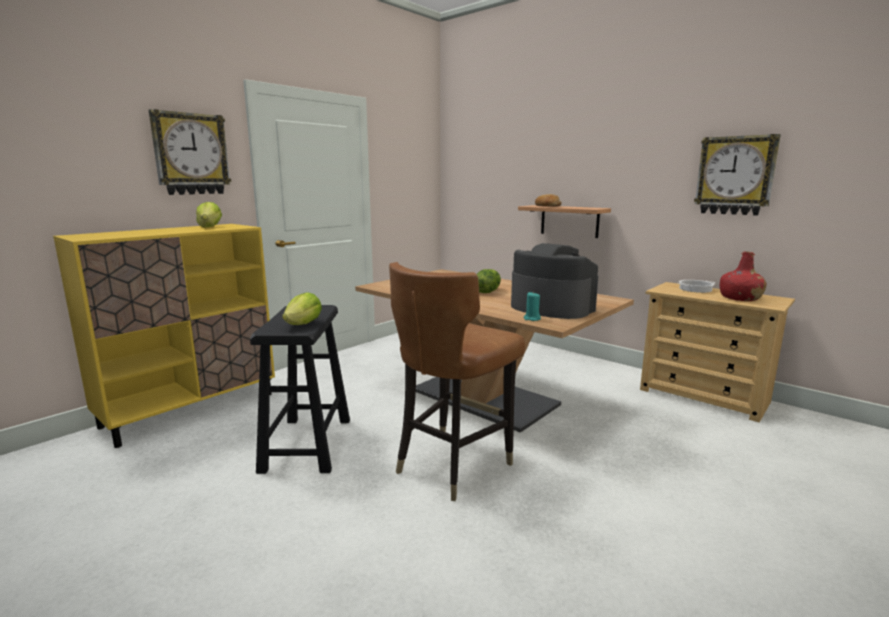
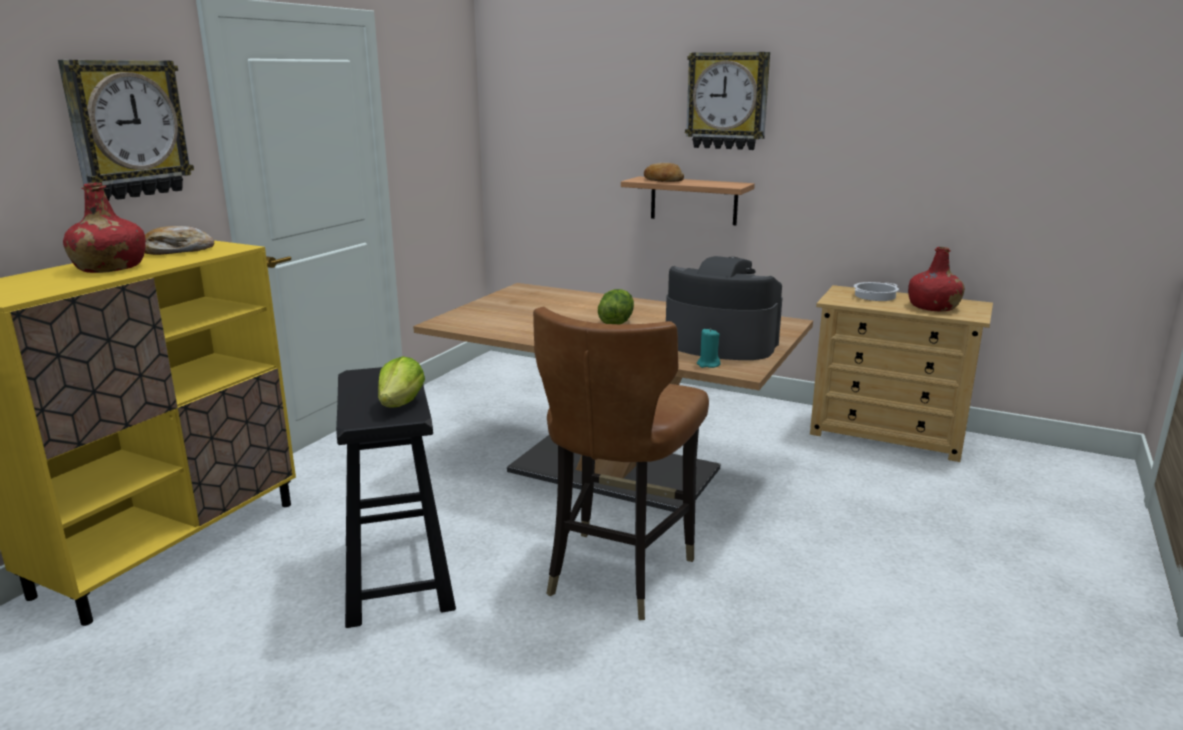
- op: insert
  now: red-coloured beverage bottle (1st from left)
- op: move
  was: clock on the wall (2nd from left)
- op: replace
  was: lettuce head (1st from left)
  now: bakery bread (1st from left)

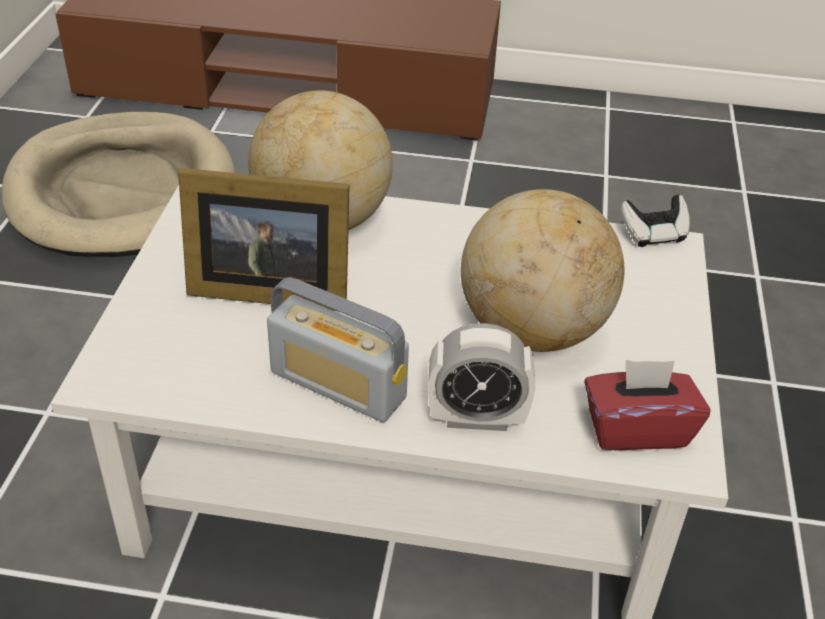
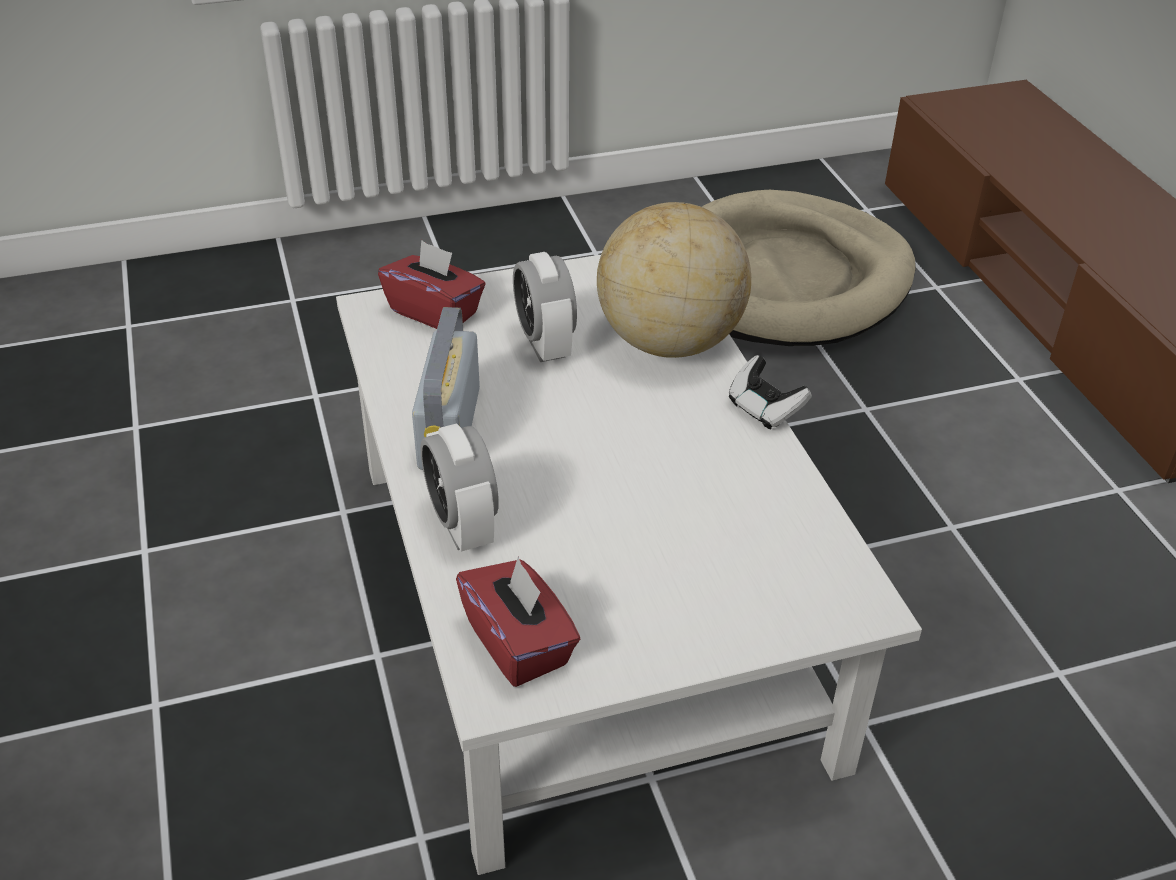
- op: delete
  was: world globe (2nd from left)
- op: insert
  now: red-coloured tissue holder (1st from left)
- op: move
  was: gamepad
- op: replace
  was: picture frame
  now: bedside clock (2nd from left)

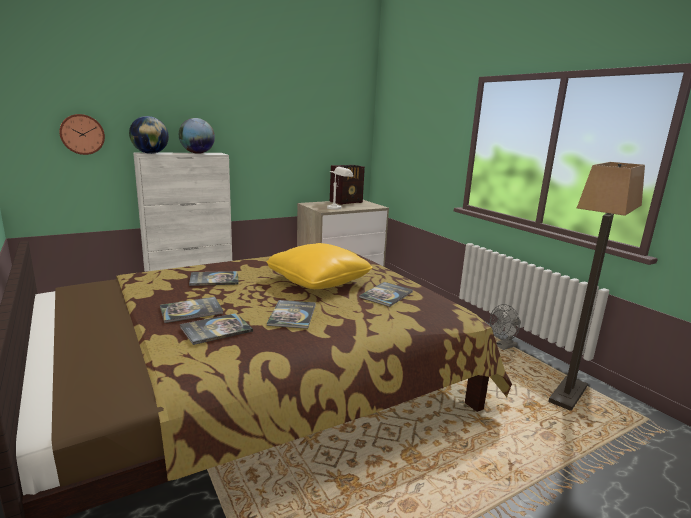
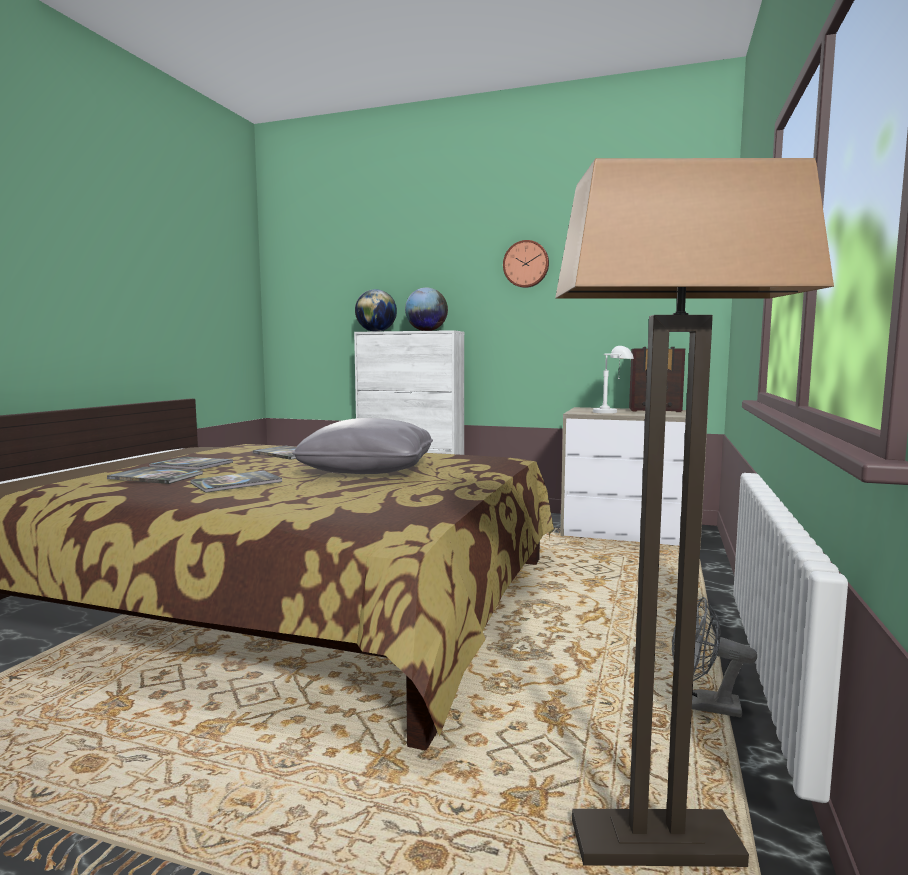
- op: delete
  was: bound book (5th from left)
- op: move
  was: clock on the wall
- op: recolor
  was: yellow-coloured pillow
  now: gray pillow

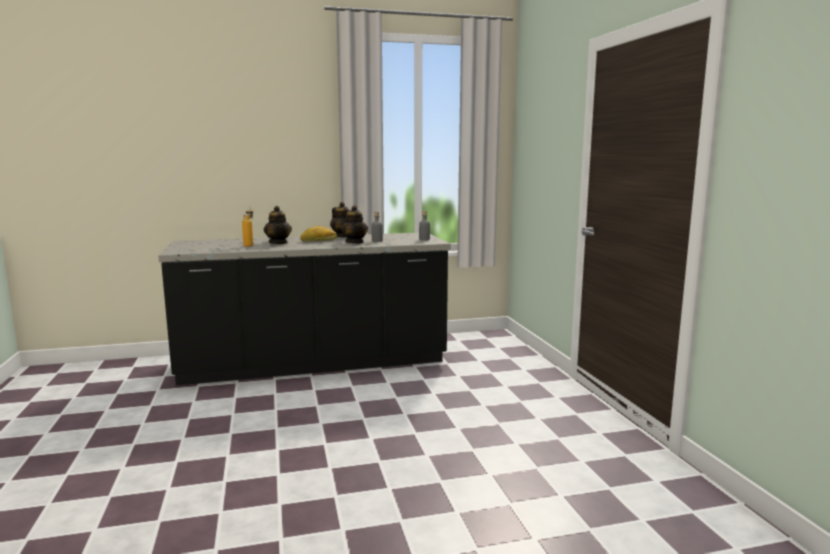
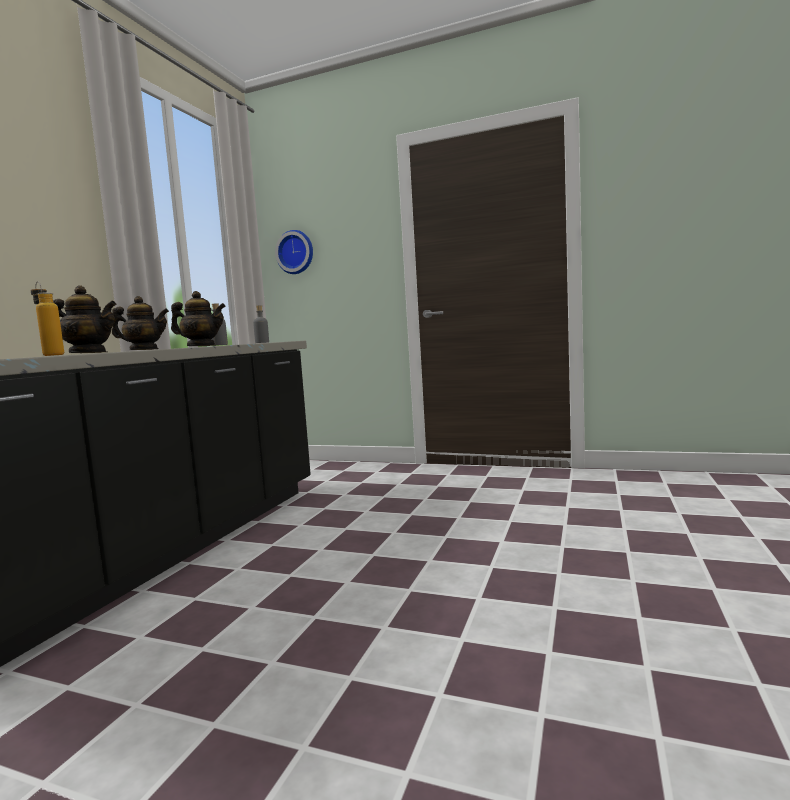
- op: delete
  was: bakery bread
- op: insert
  now: clock on the wall

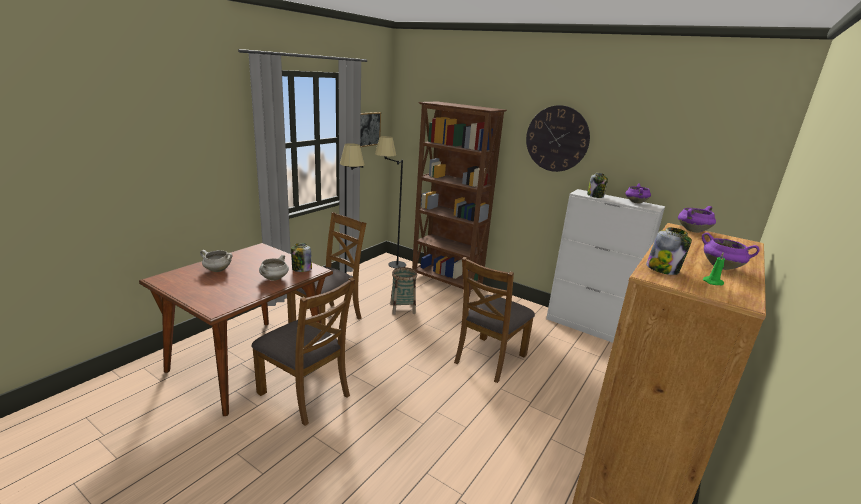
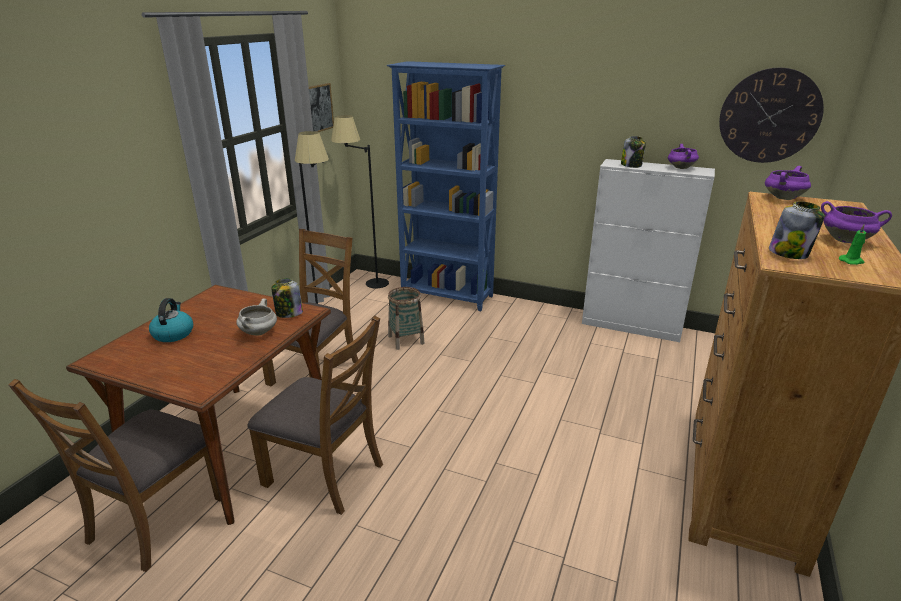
- op: move
  was: brown upright chair (3rd from left in the first image)
  now: brown upright chair (1st from left)
- op: move
  was: clock on the wall
- op: replace
  was: white cooking pot (1st from left)
  now: tea kettle
- op: recolor
  was: brown bookshelf
  now: blue bookshelf

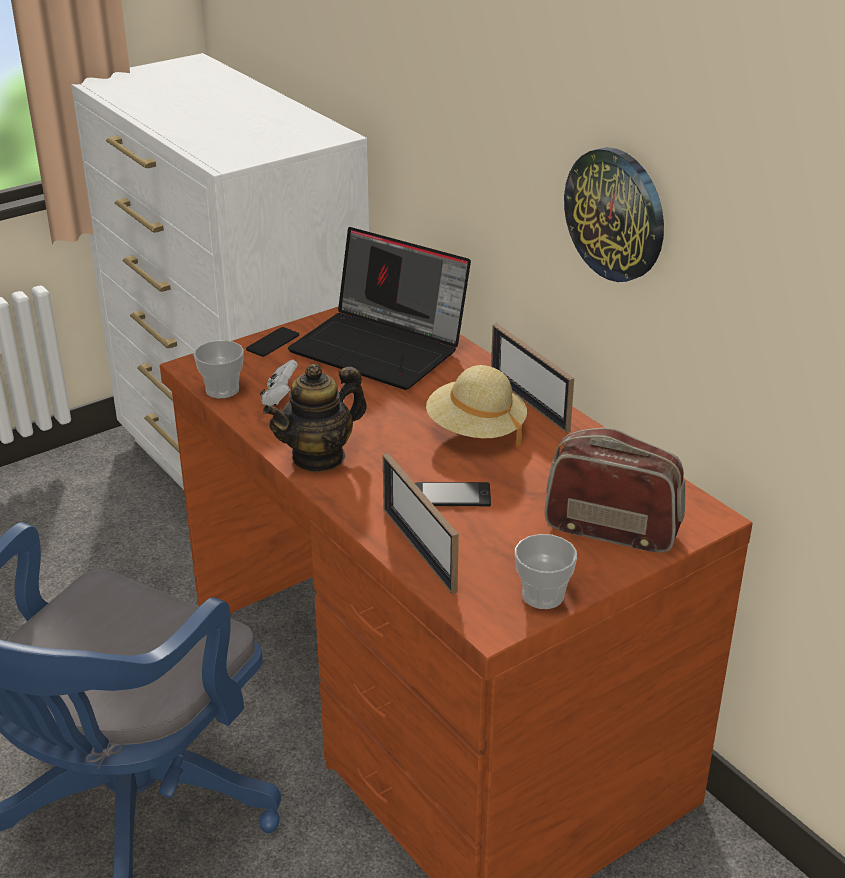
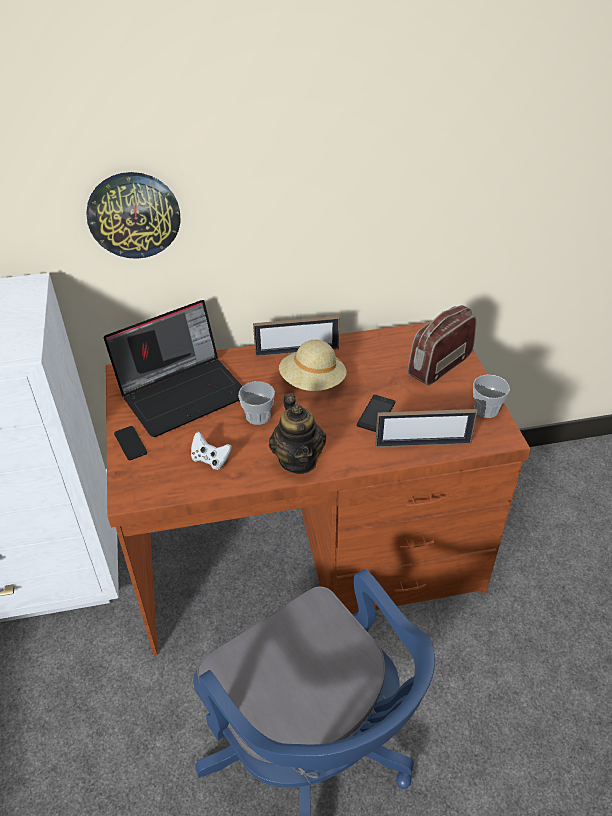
- op: move
  was: drinking cup (1st from left)
- op: move
  was: clock on the wall

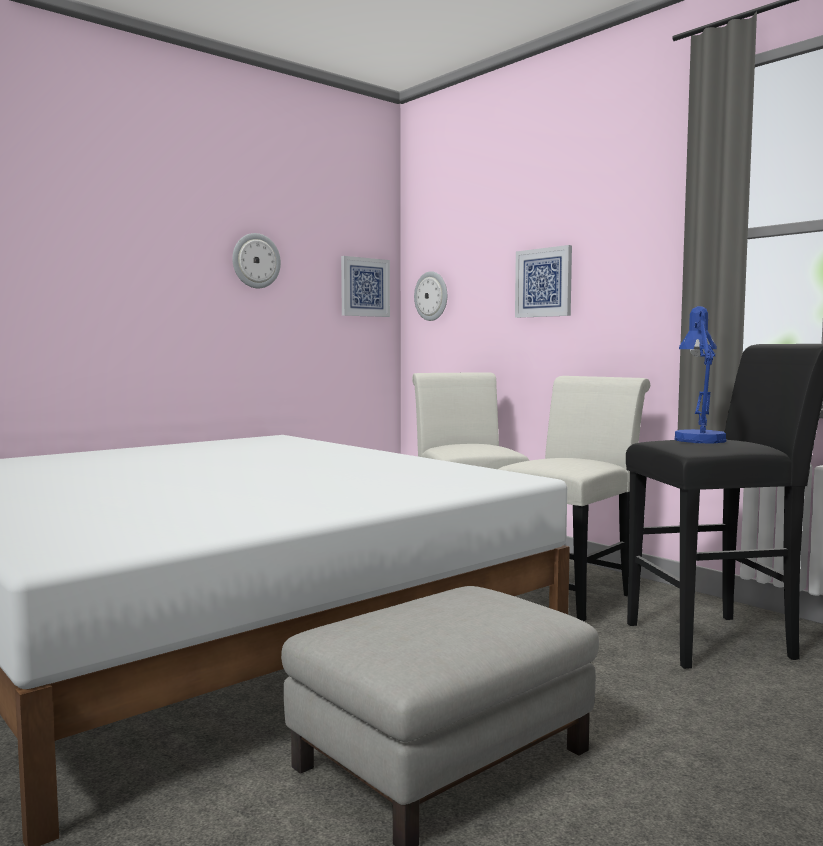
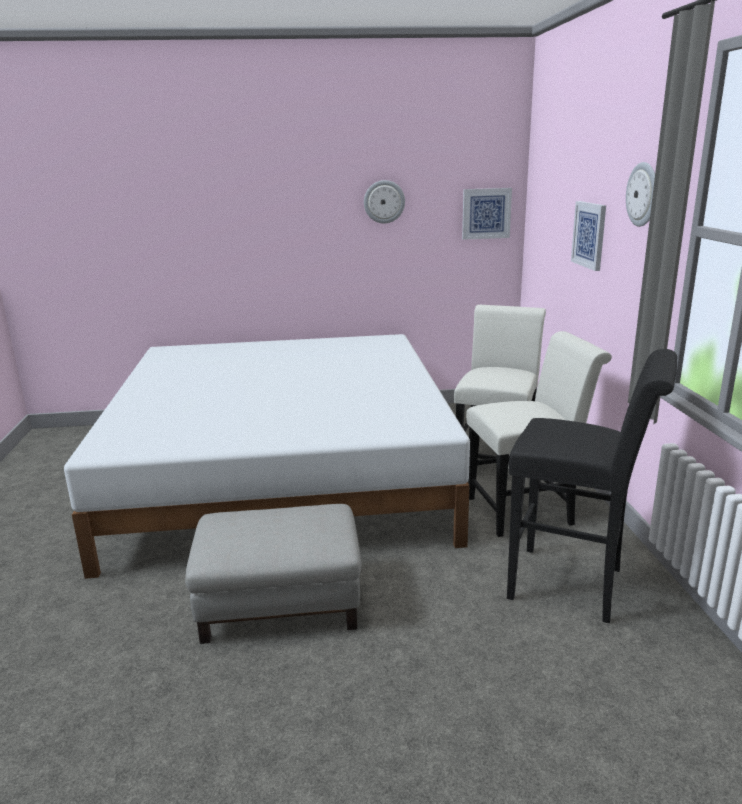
- op: delete
  was: blue tabletop lamp
- op: move
  was: clock on the wall (2nd from left)

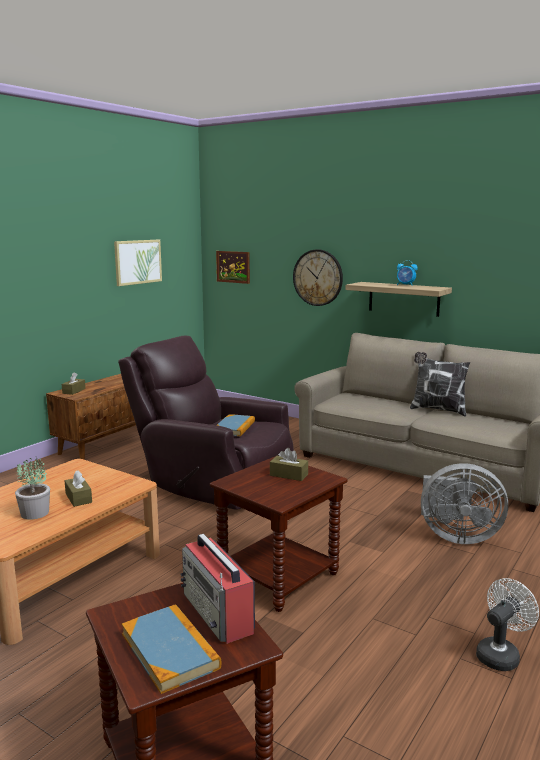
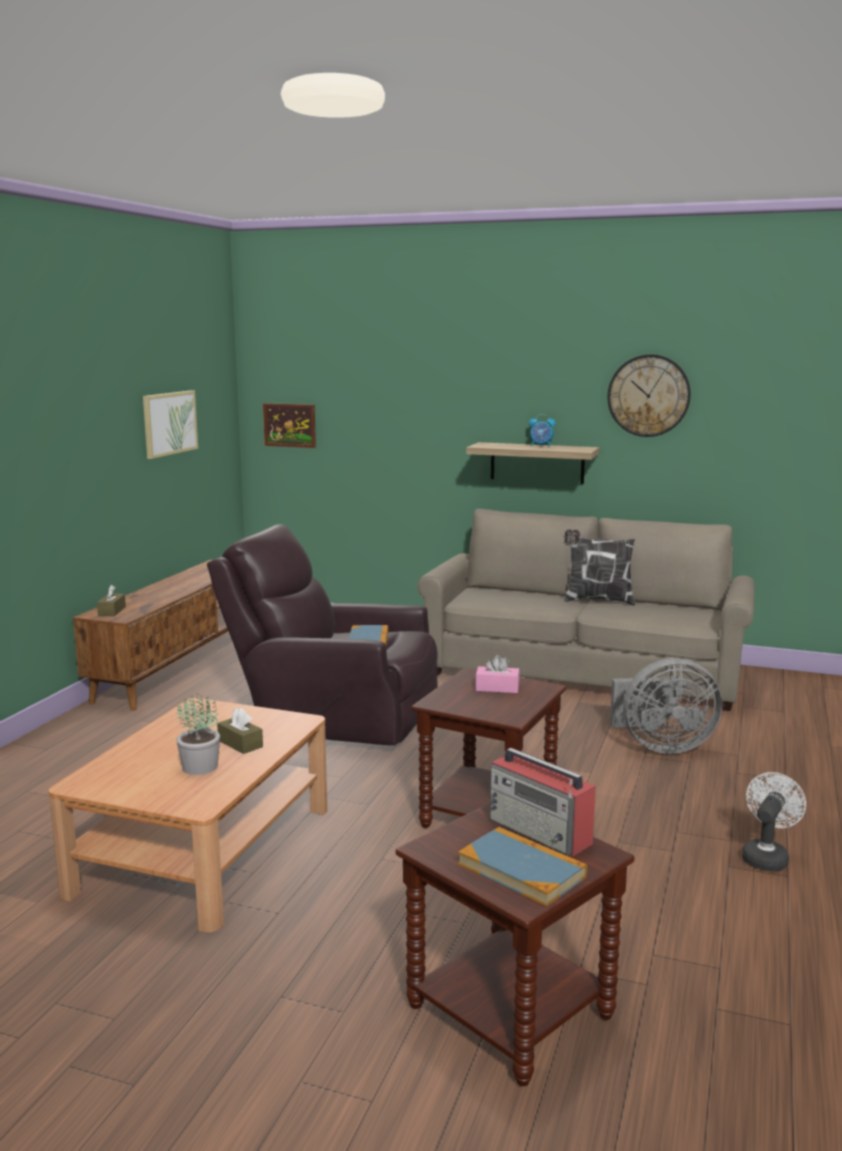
- op: move
  was: clock on the wall
- op: recolor
  was: brown tissue holder (3rd from left)
  now: pink-coloured tissue holder

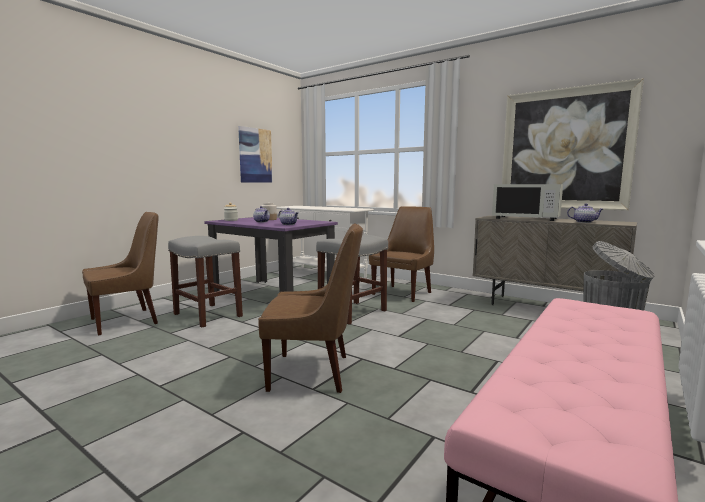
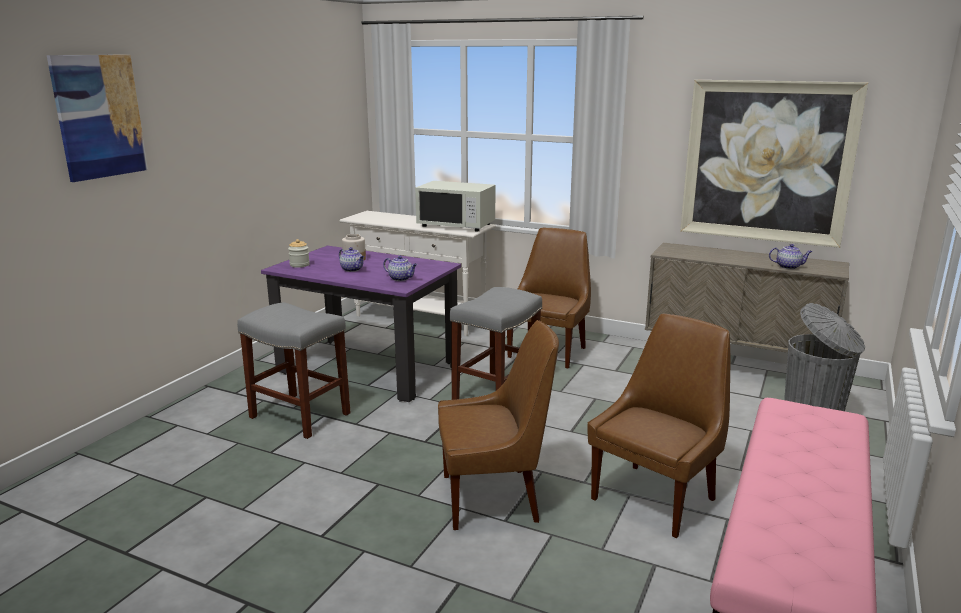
- op: move
  was: brown upright chair (1st from left in the first image)
  now: brown upright chair (3rd from left)
- op: move
  was: wall picture (1st from left)
- op: move
  was: white microwave oven

